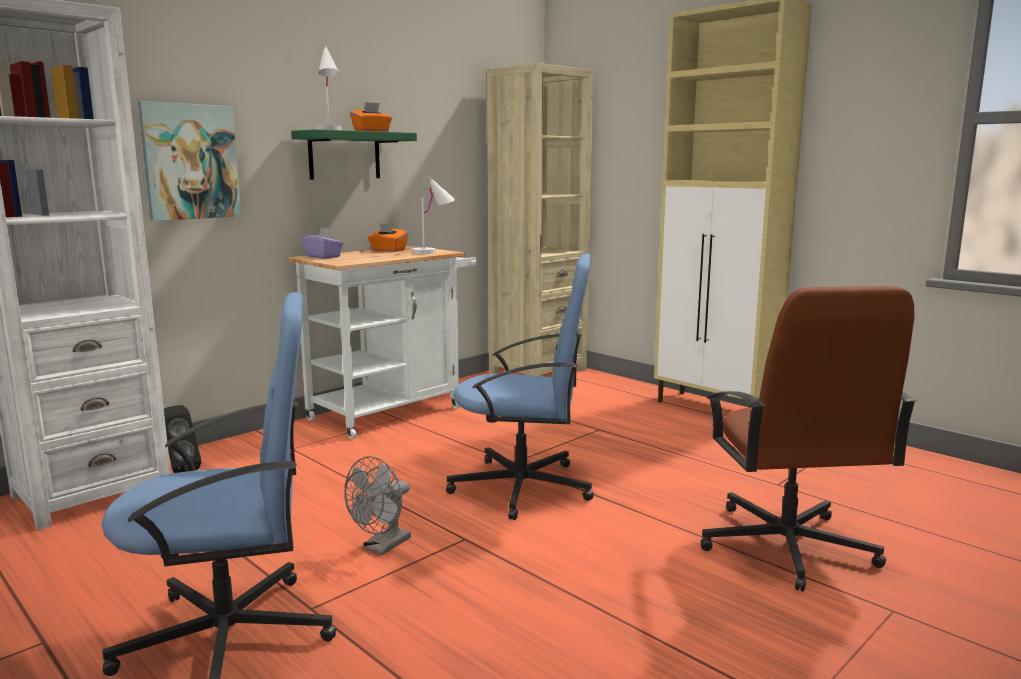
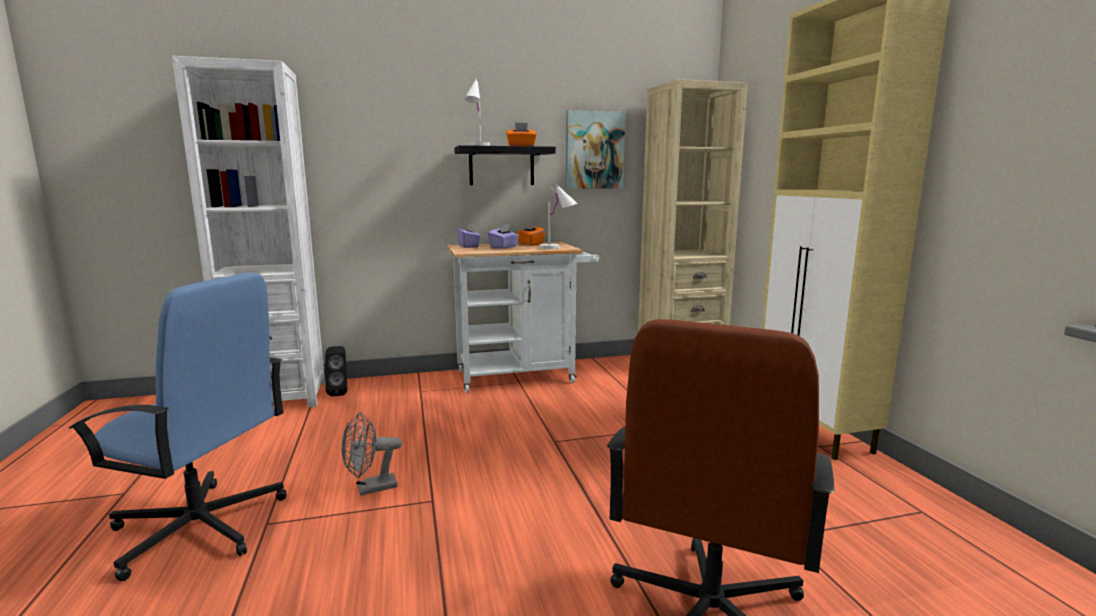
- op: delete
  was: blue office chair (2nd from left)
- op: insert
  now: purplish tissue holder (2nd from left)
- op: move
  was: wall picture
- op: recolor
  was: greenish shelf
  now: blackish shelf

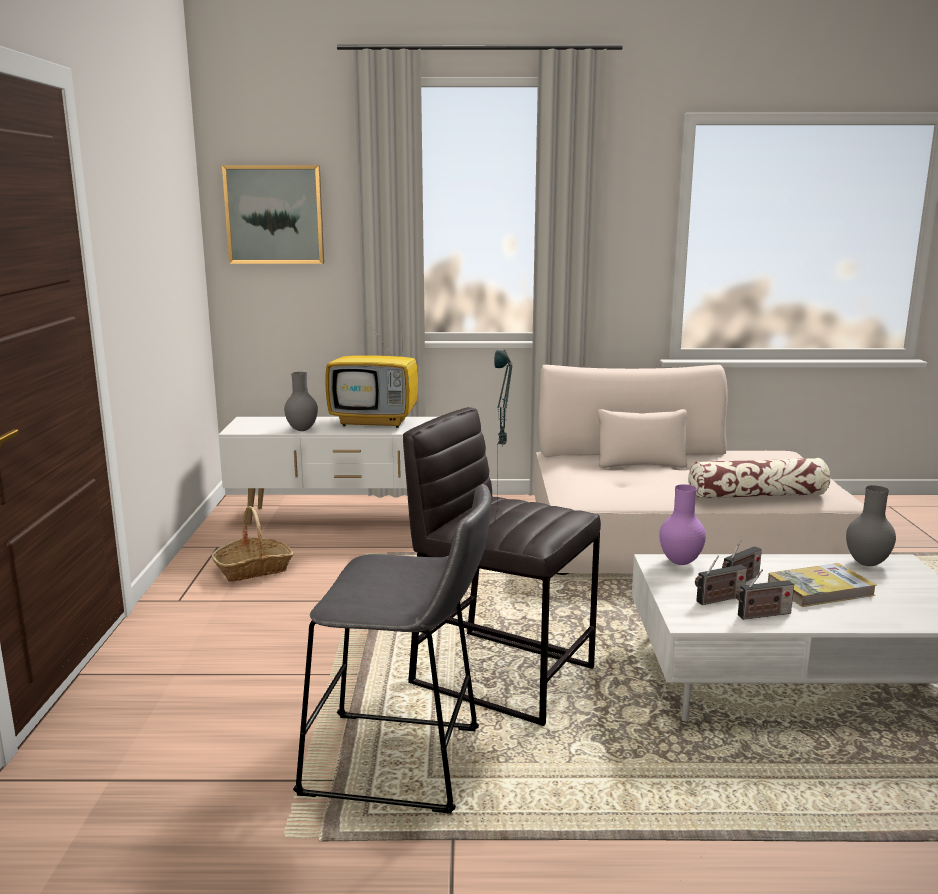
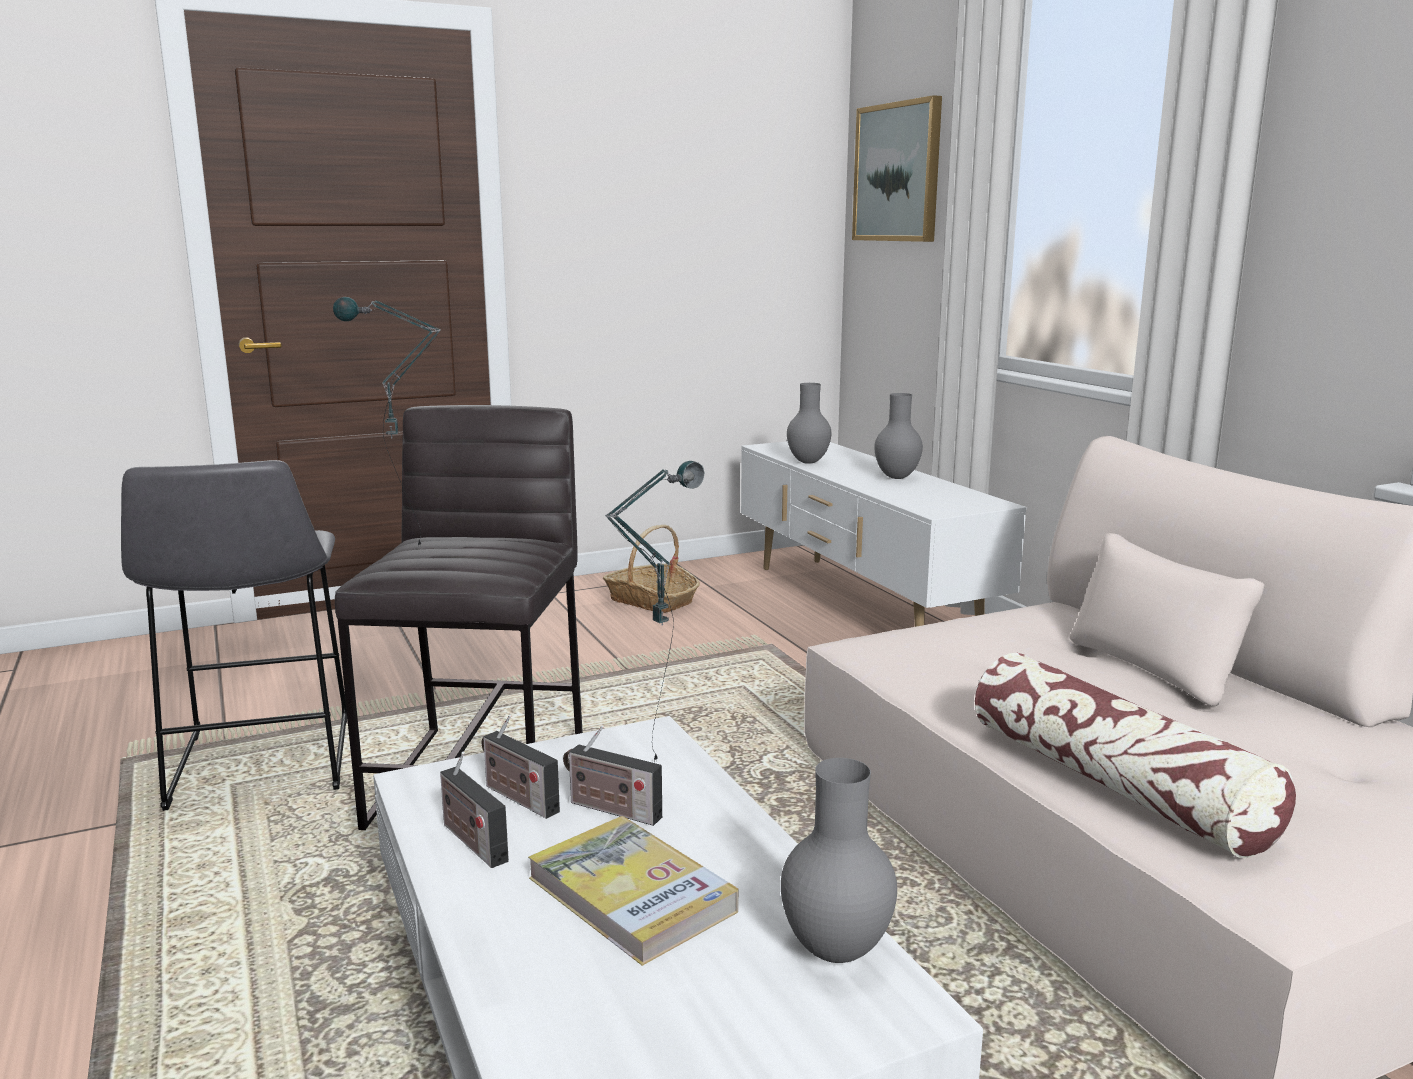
- op: replace
  was: TV
  now: gray flower vase (3rd from left)
- op: replace
  was: purplish flower vase
  now: tabletop lamp (2nd from left)

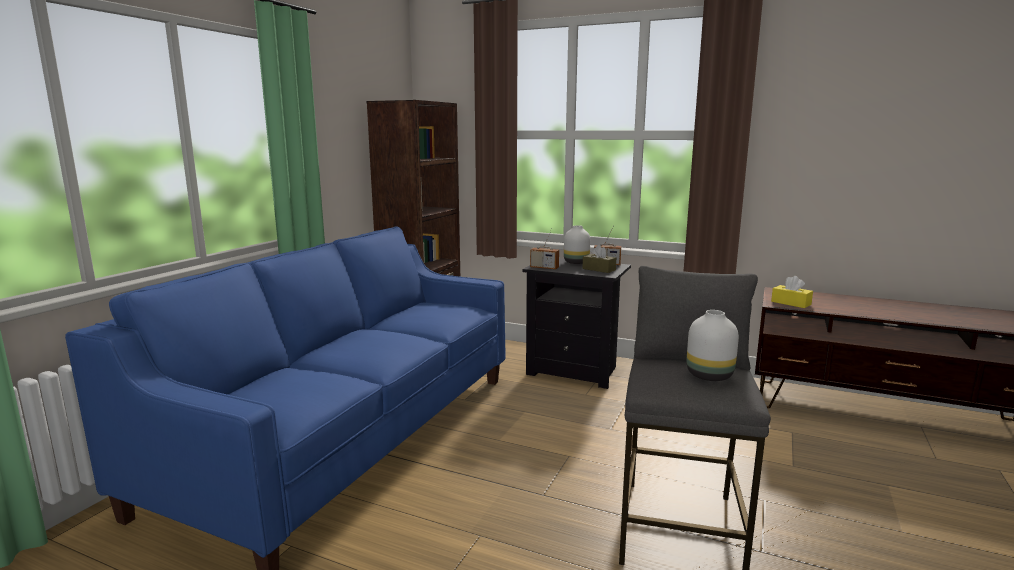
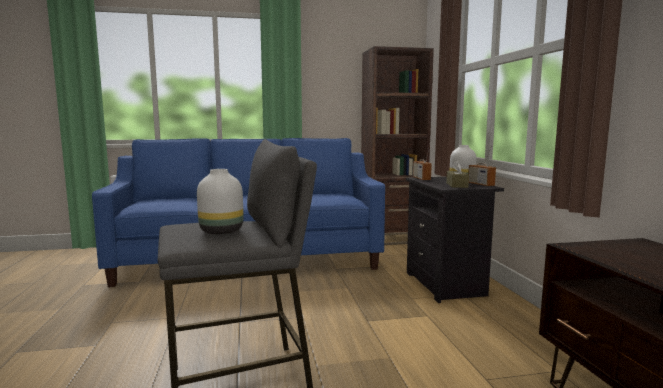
- op: delete
  was: yellow-coloured tissue holder

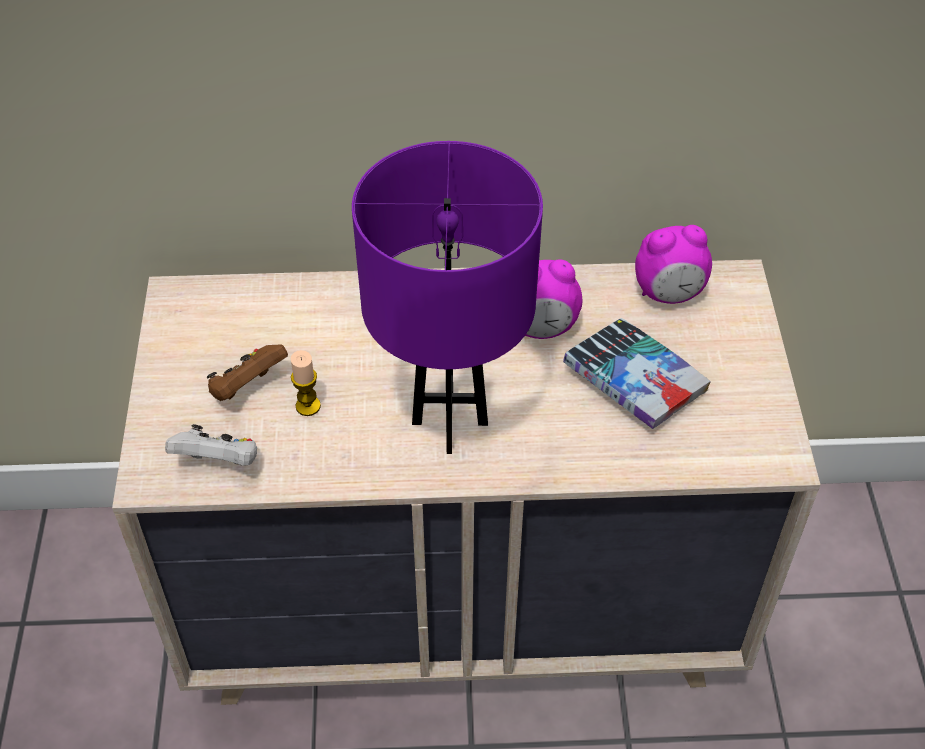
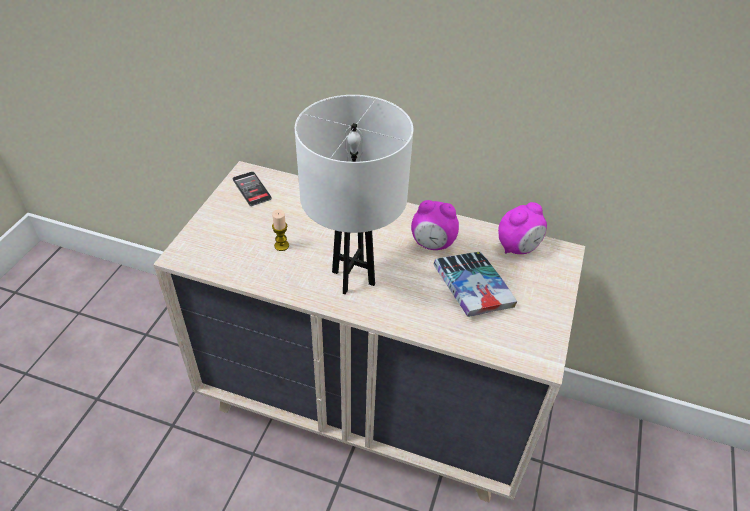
- op: delete
  was: white gamepad
- op: delete
  was: brown gamepad
- op: insert
  now: phone
- op: recolor
  was: purplish tabletop lamp
  now: white tabletop lamp
- op: rotate
  was: bedside clock (2nd from left)
  clockwise: -45

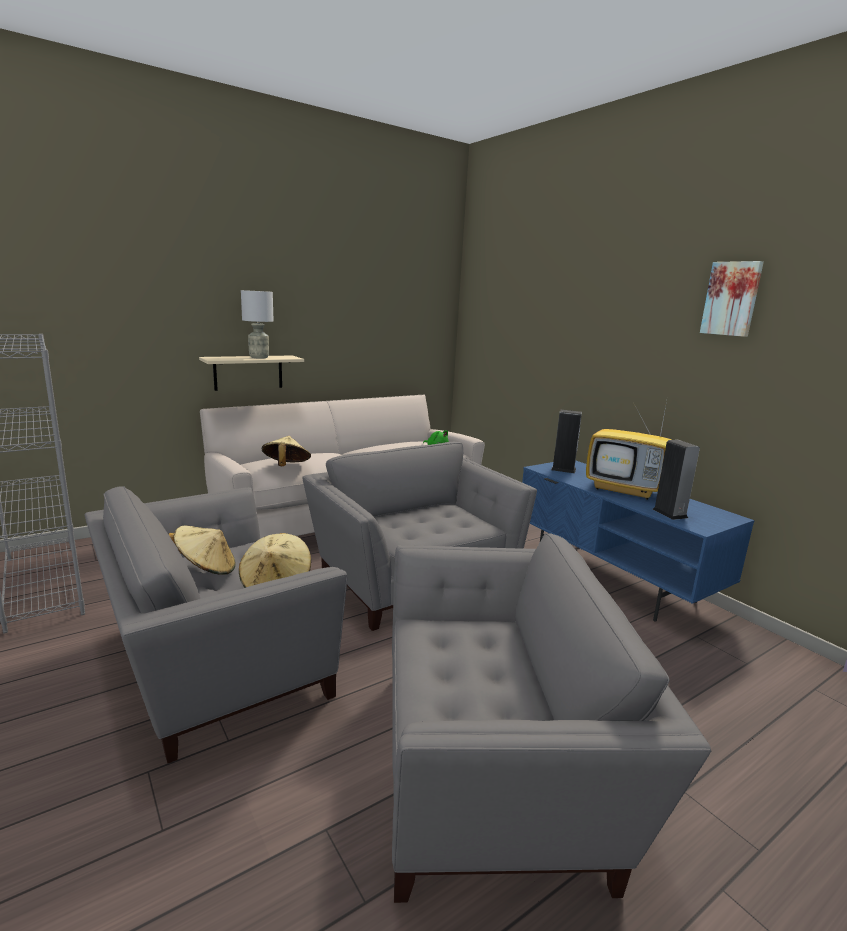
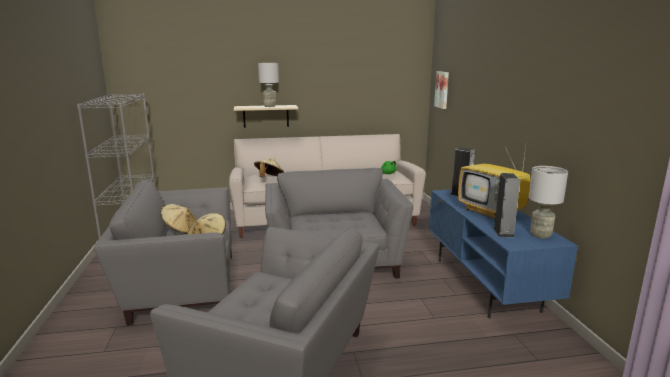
- op: insert
  now: gray tabletop lamp (2nd from left)
- op: move
  was: wall picture

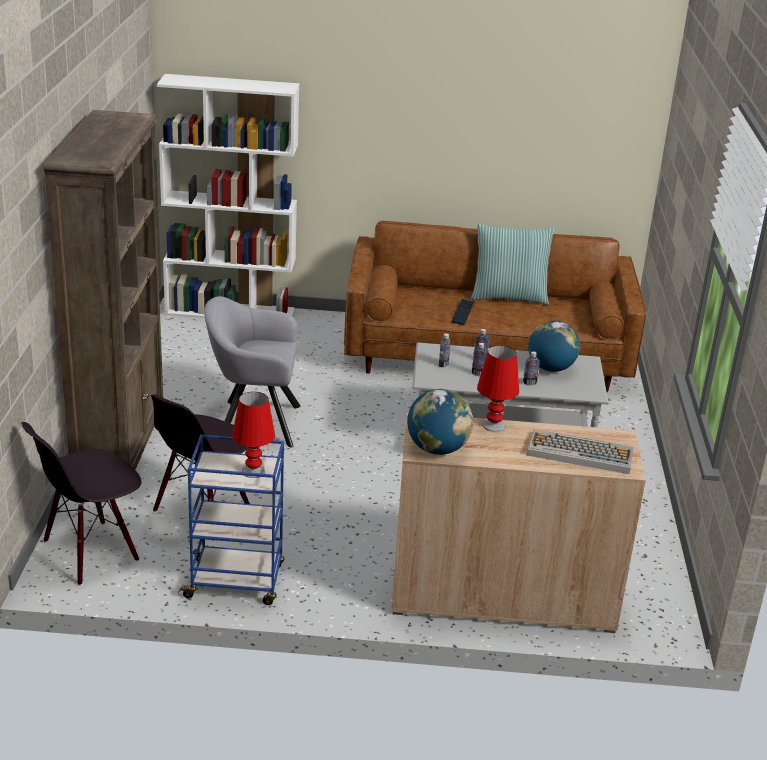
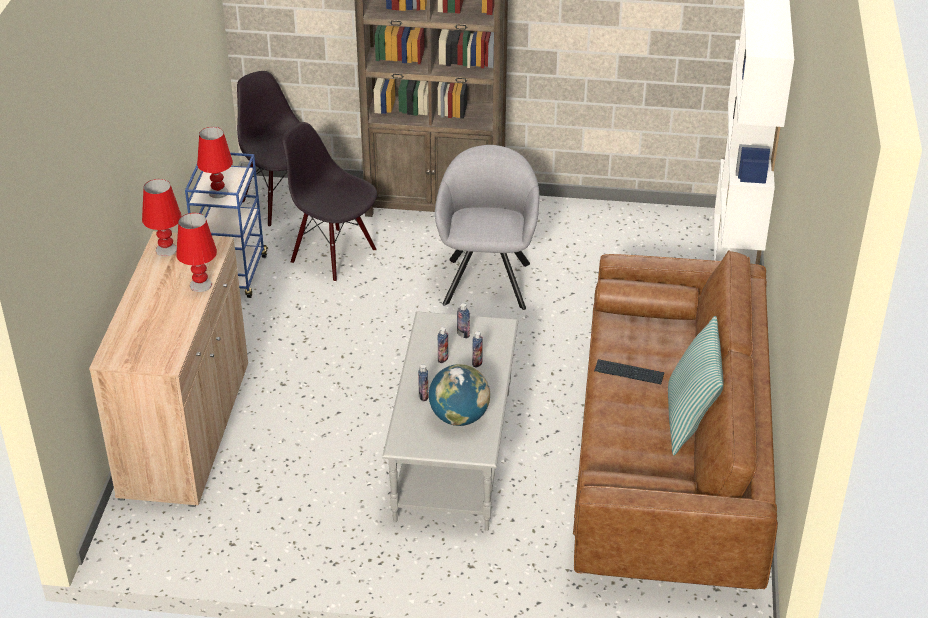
- op: delete
  was: PC keyboard (2nd from left)
- op: replace
  was: world globe (1st from left)
  now: red-coloured tabletop lamp (1st from left)

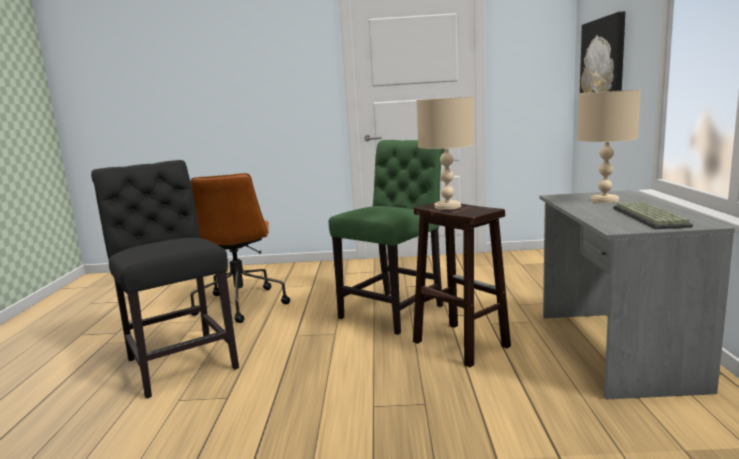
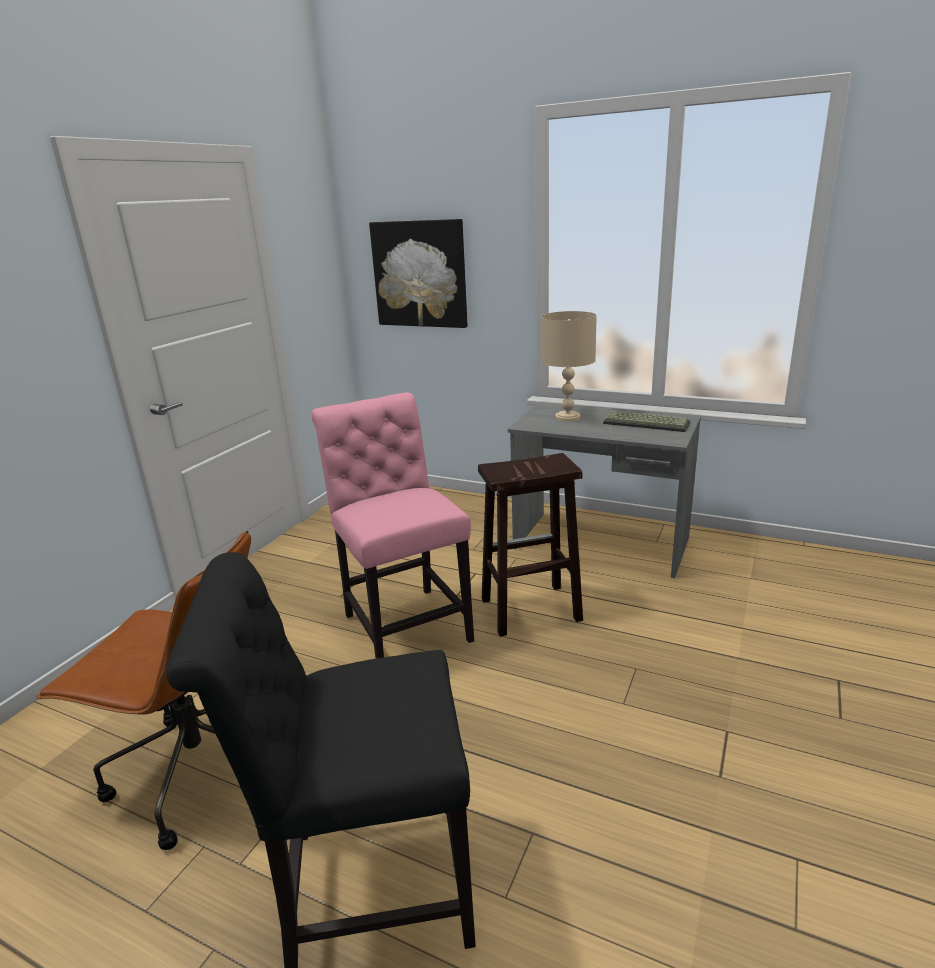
- op: delete
  was: beige tabletop lamp (1st from left)
- op: recolor
  was: greenish upright chair
  now: pink-coloured upright chair

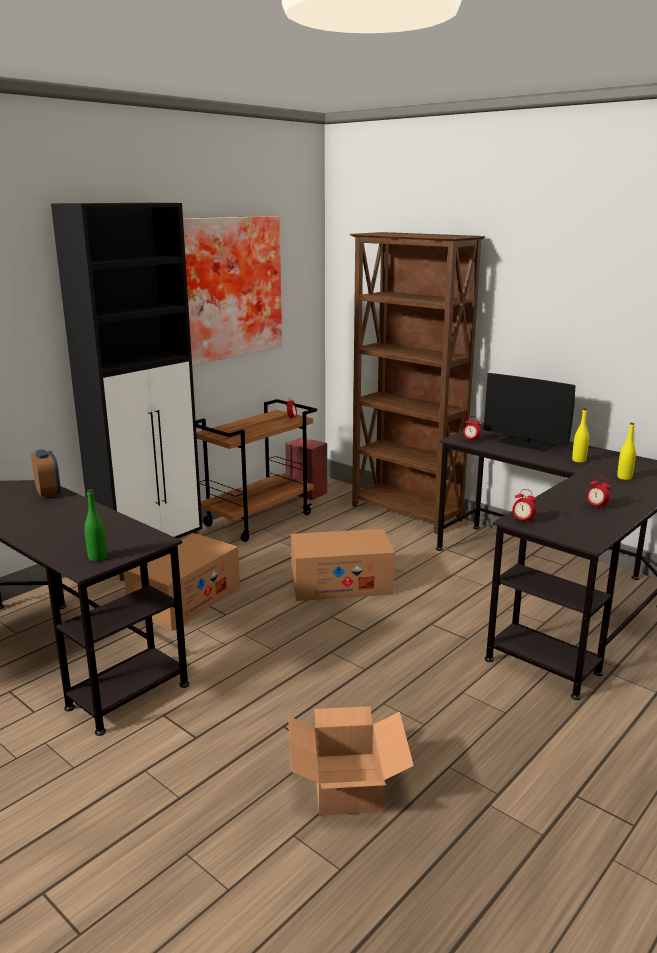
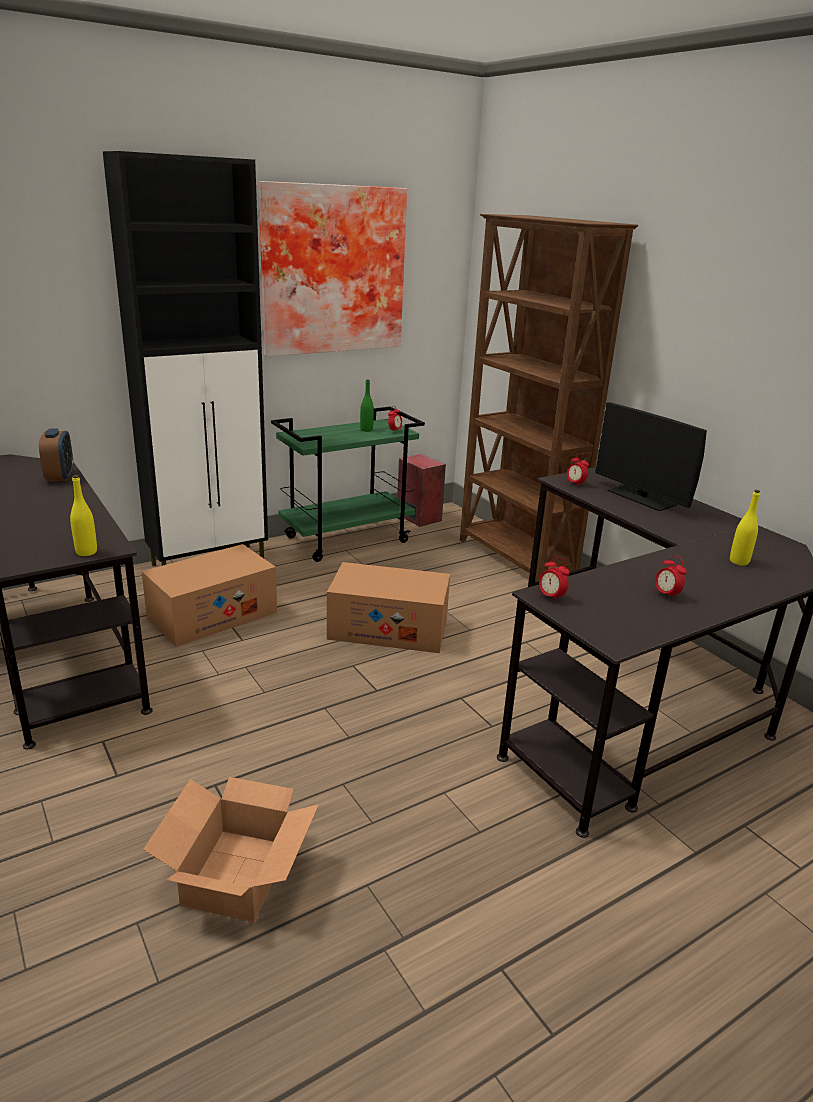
- op: move
  was: greenish beverage bottle
- op: move
  was: yellow-coloured beverage bottle (1st from left)
- op: recolor
  was: brown wheeled cart
  now: greenish wheeled cart

